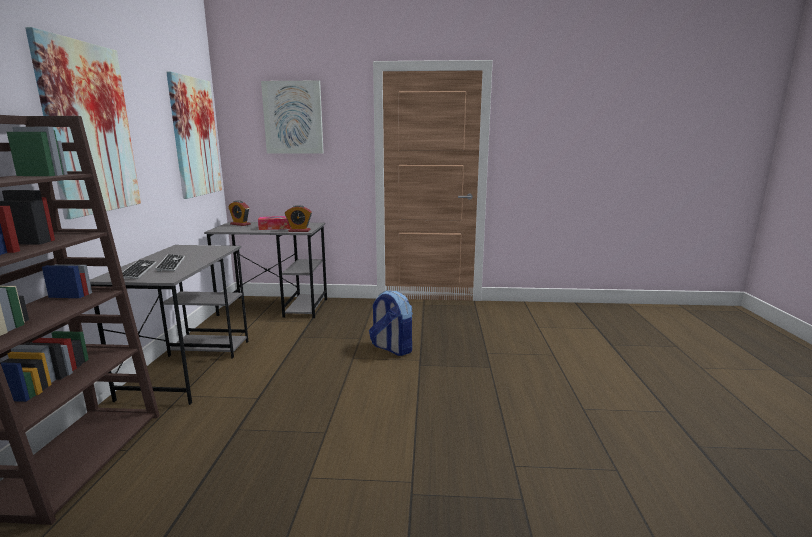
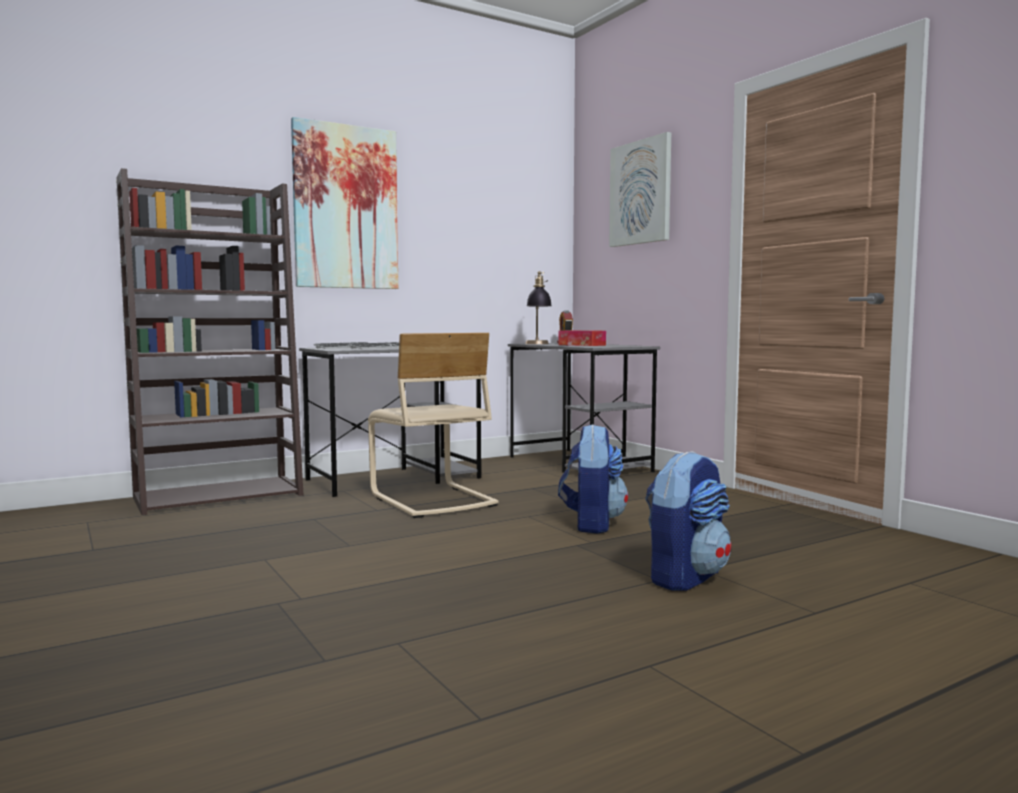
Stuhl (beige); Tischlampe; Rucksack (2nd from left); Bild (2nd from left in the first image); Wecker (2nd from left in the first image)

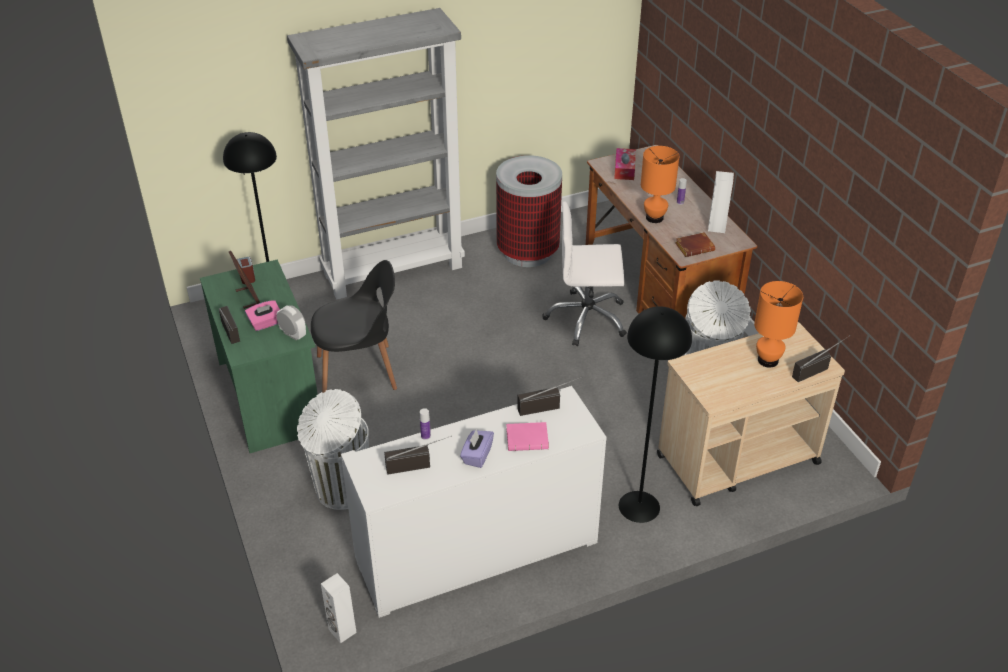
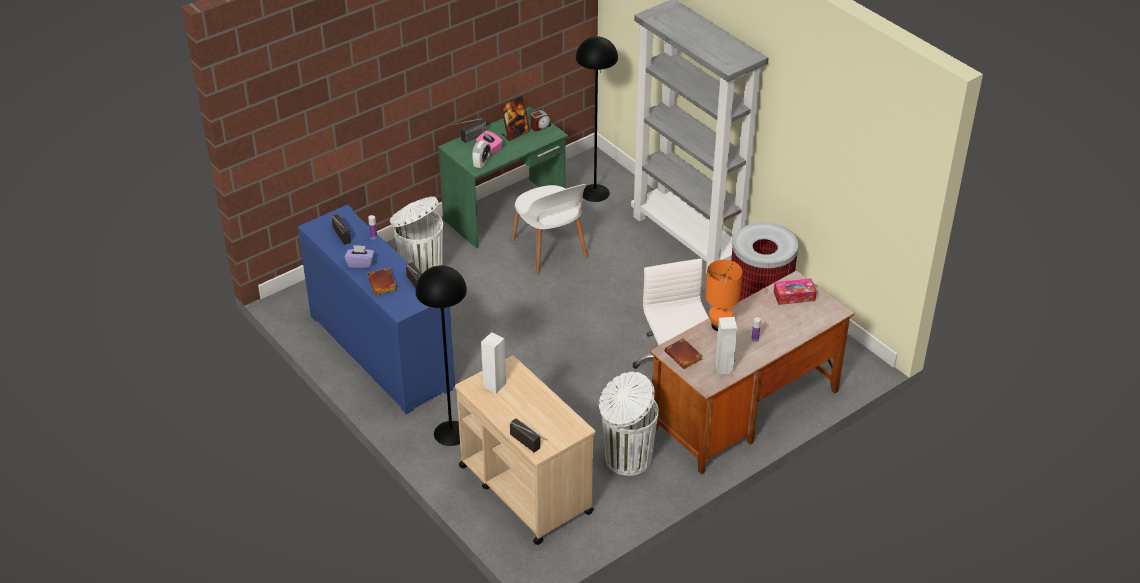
Schrank (blau); Buch (braun) (1st from left); Lautsprecher (weiß) (1st from left); Stuhl (weiß); Tischlampe (orange) (2nd from left in the first image)

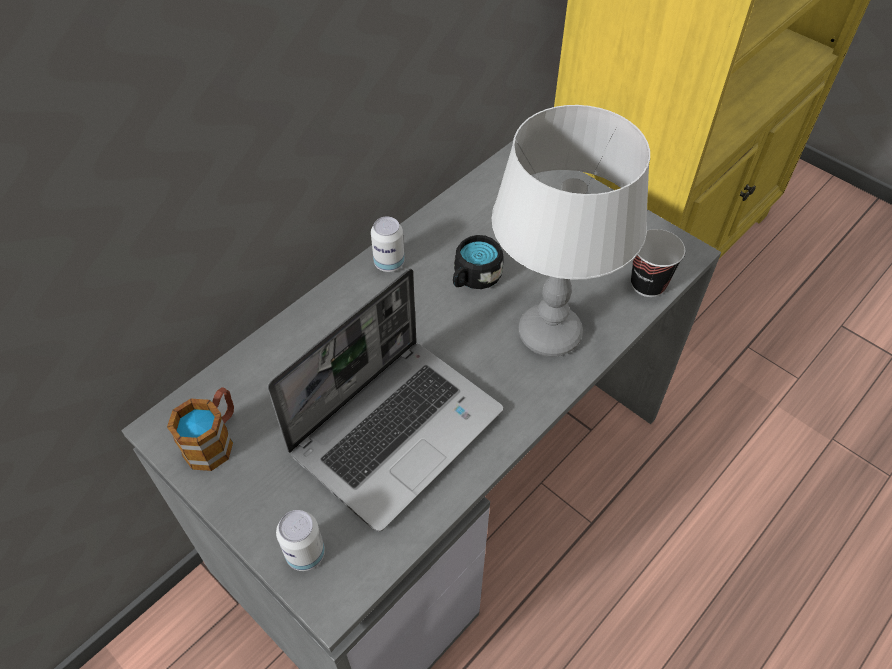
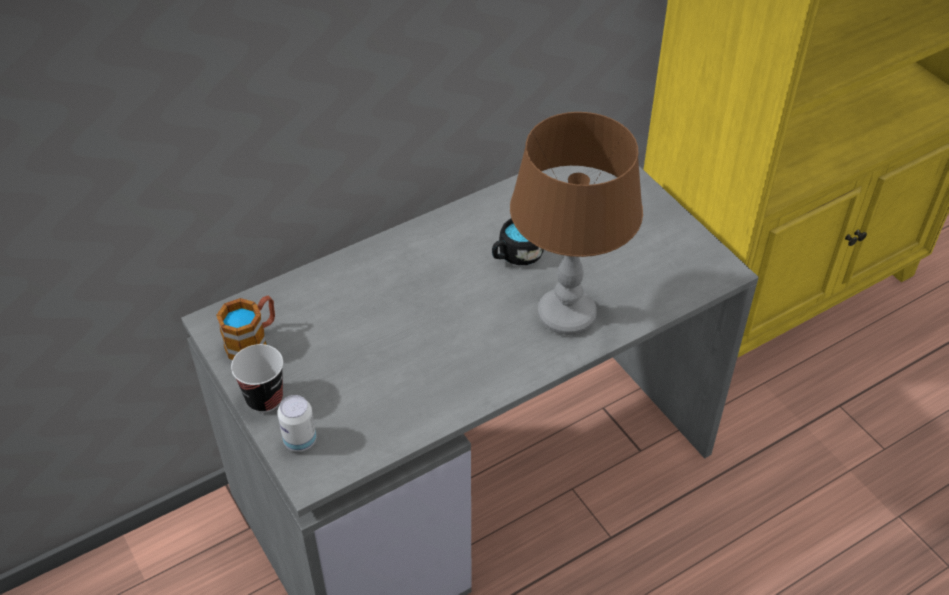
Tasse; Tischlampe (braun); Laptop; Dose (2nd from left in the first image)

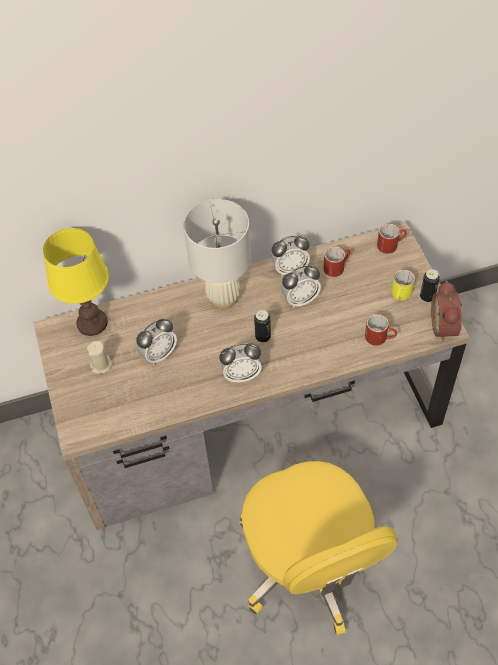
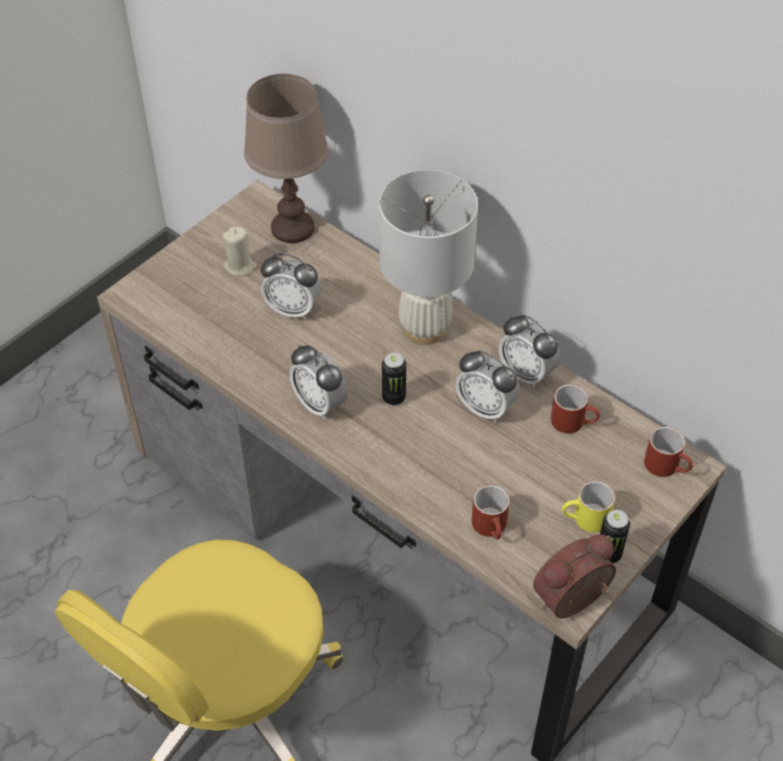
Tischlampe (braun)

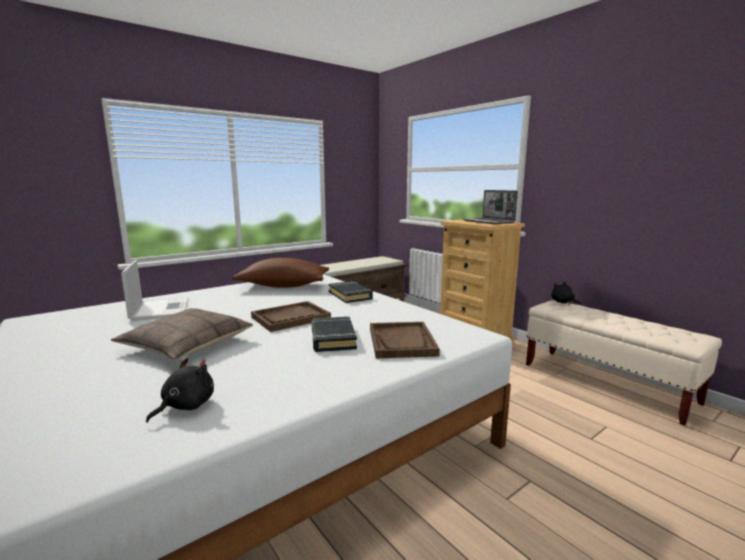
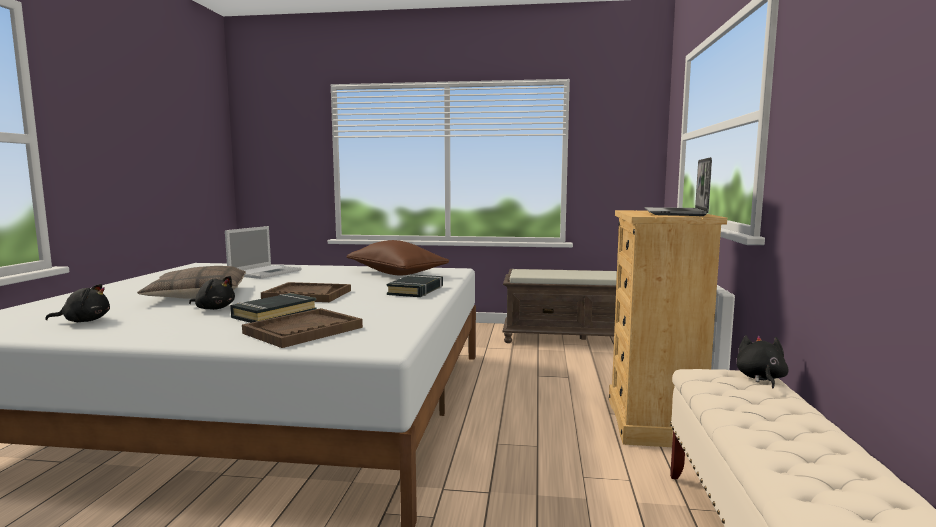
Plüschtier (schwarz) (2nd from left)

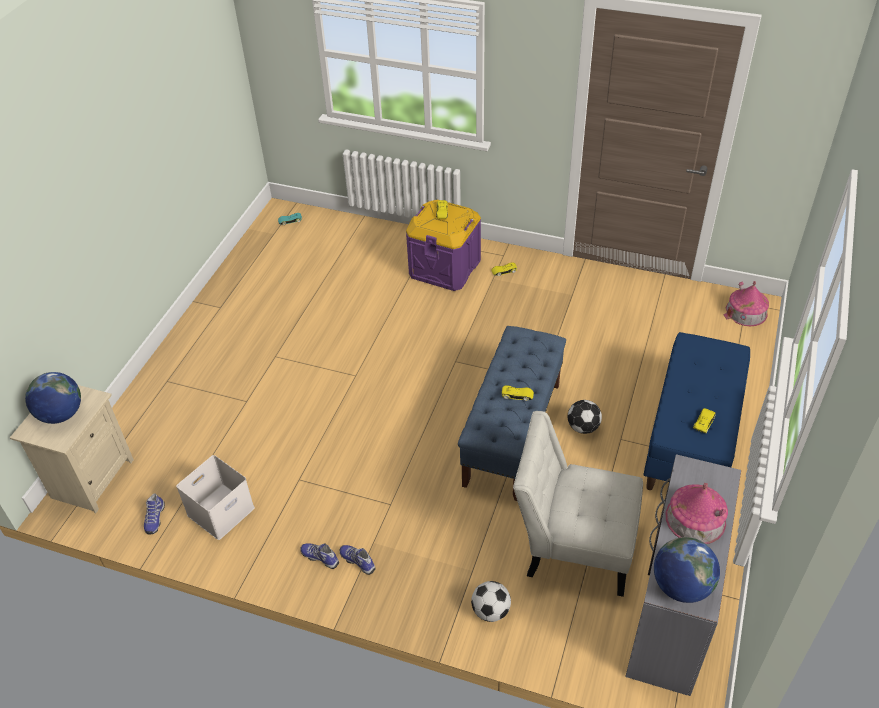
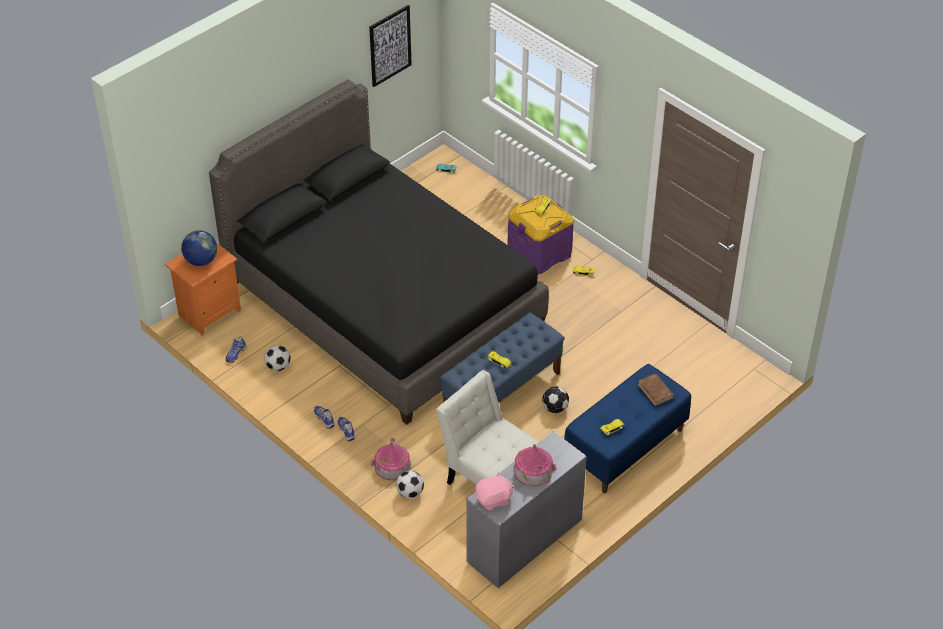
Nachttisch (orange); Bett (schwarz); Fußball (1st from left); Bild; Spielzeughaus (1st from left); Plüschtier (rosa); Buch (braun)

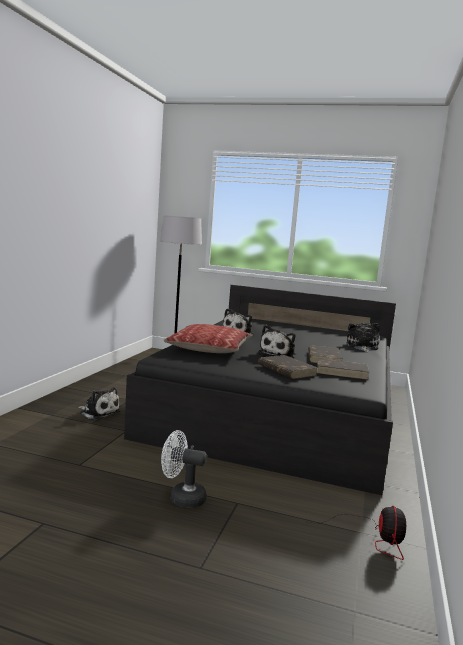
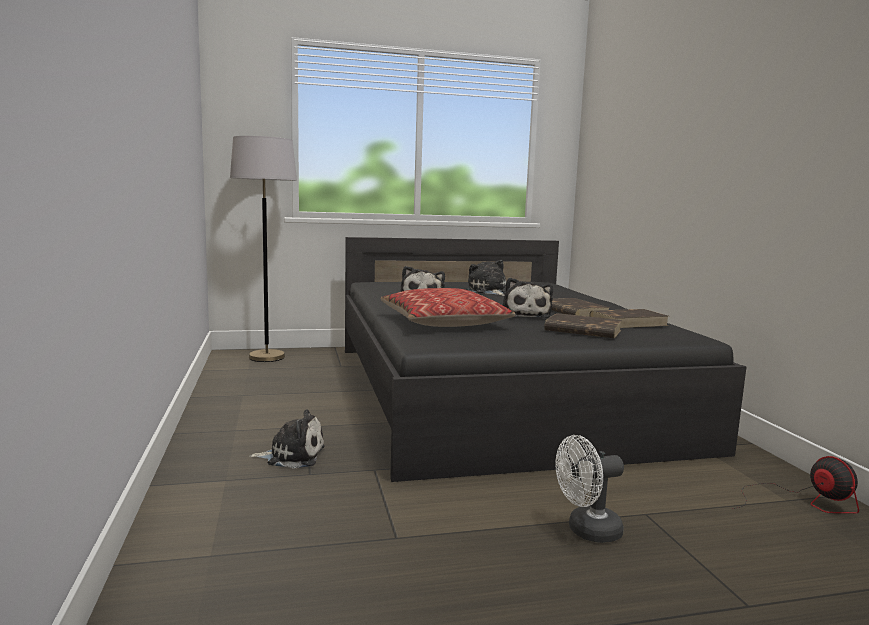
Plüschtier (3rd from left)

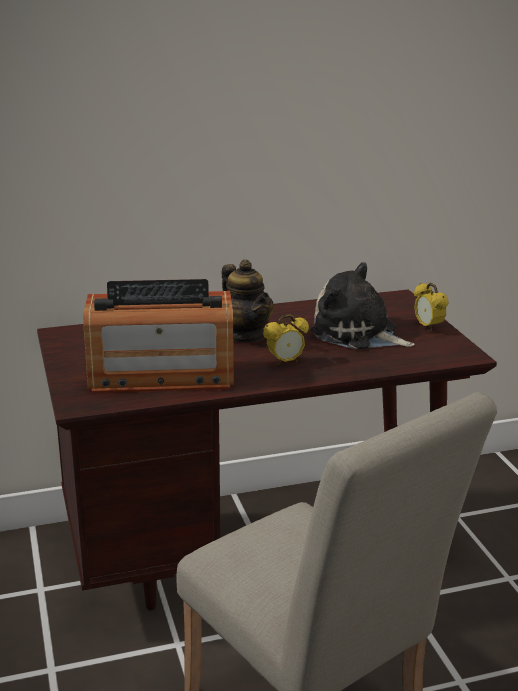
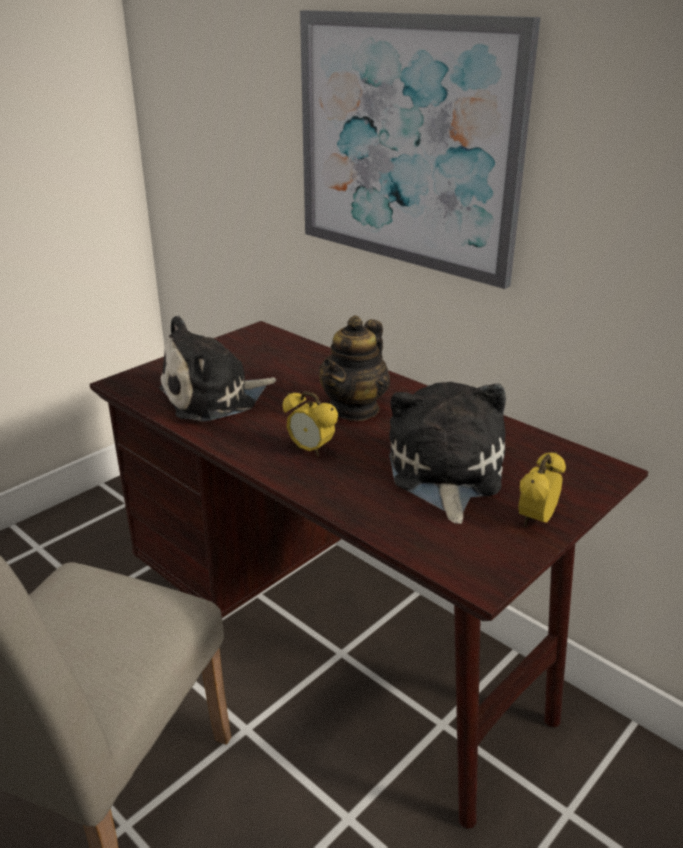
Plüschtier (1st from left); Bild

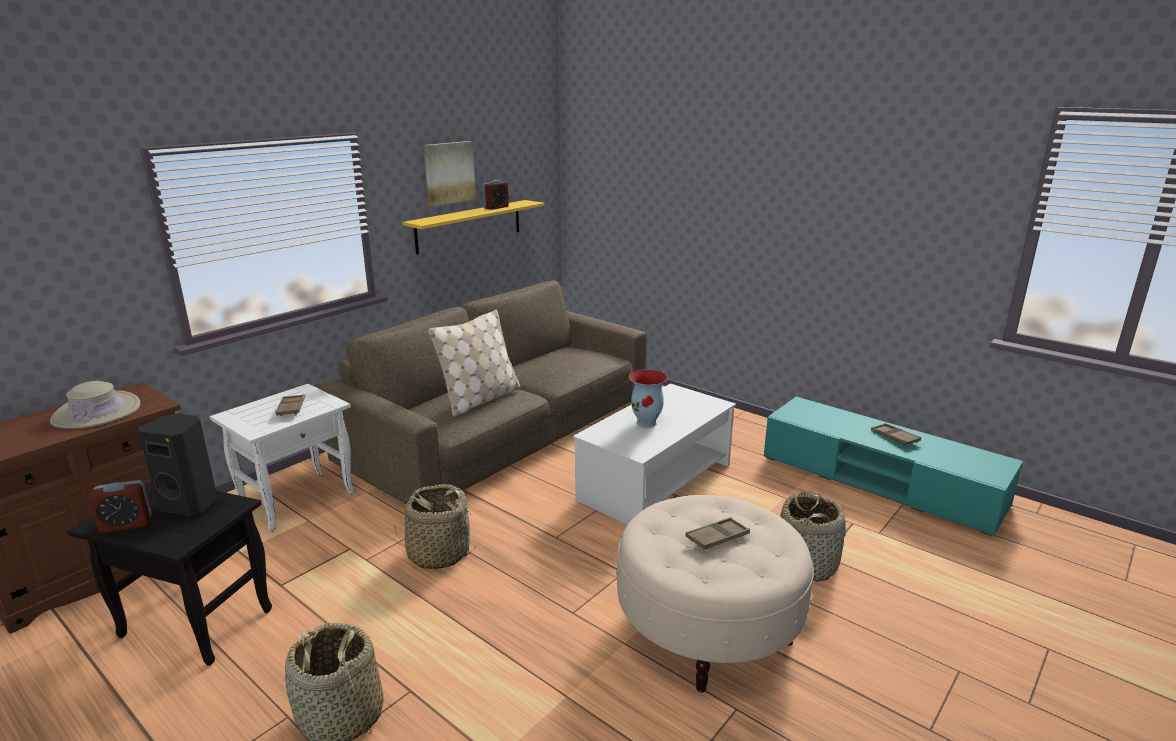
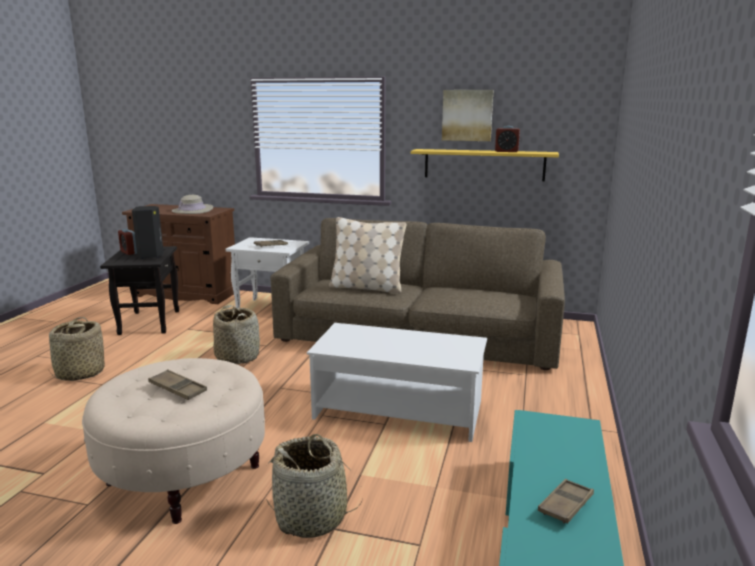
Vase

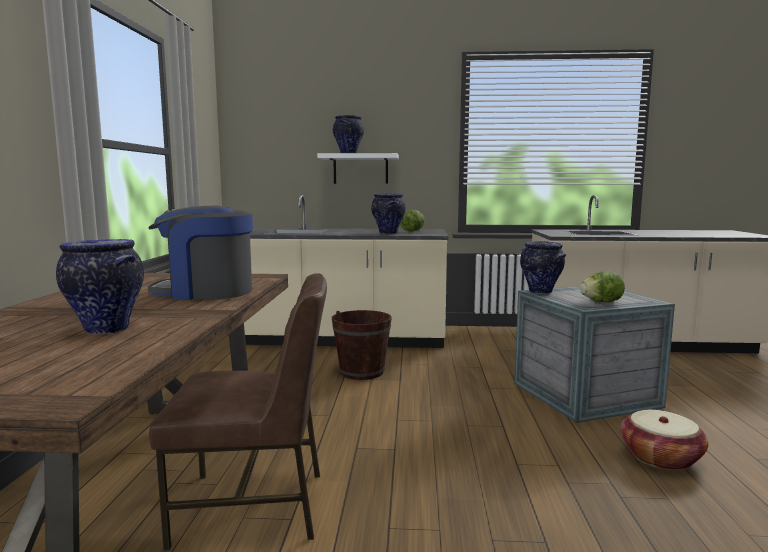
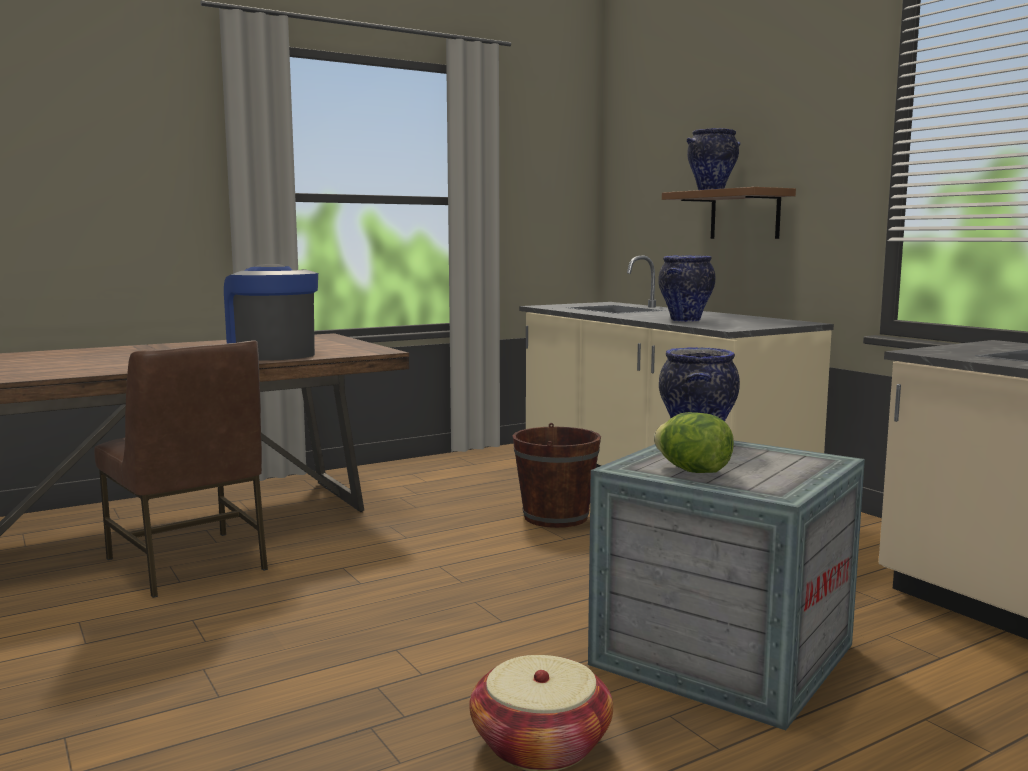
Wandregal (braun); Vase (1st from left in the first image); Salatkopf (1st from left in the first image)

